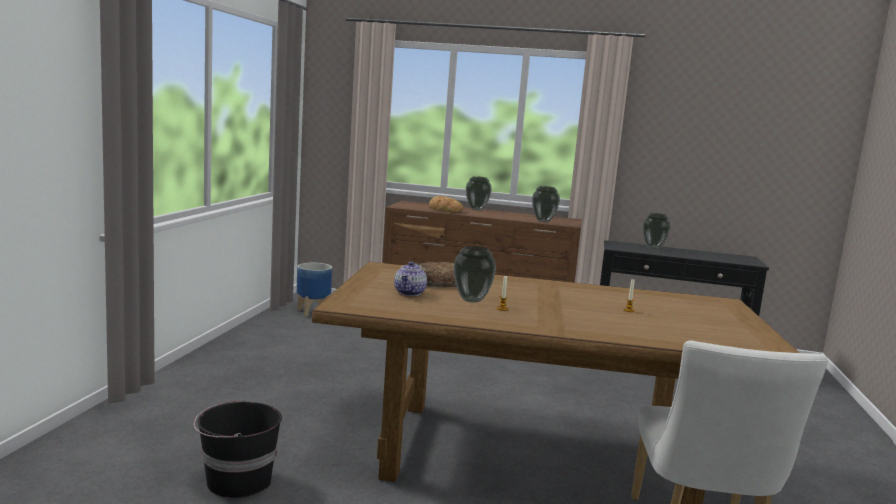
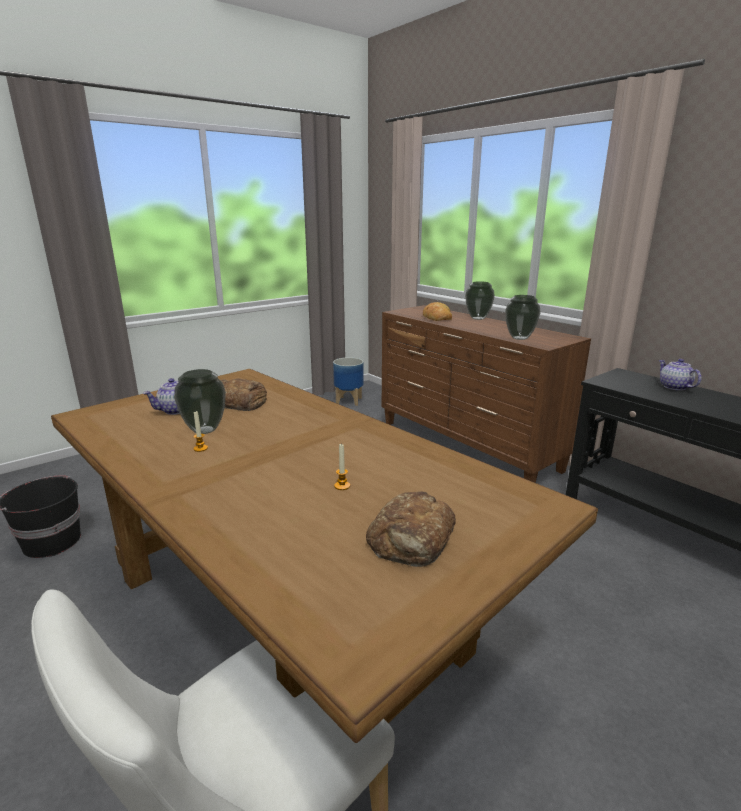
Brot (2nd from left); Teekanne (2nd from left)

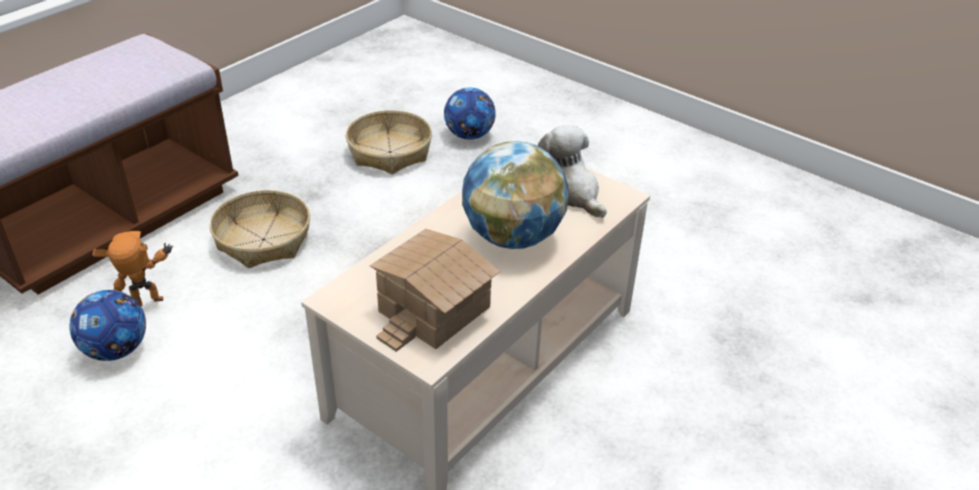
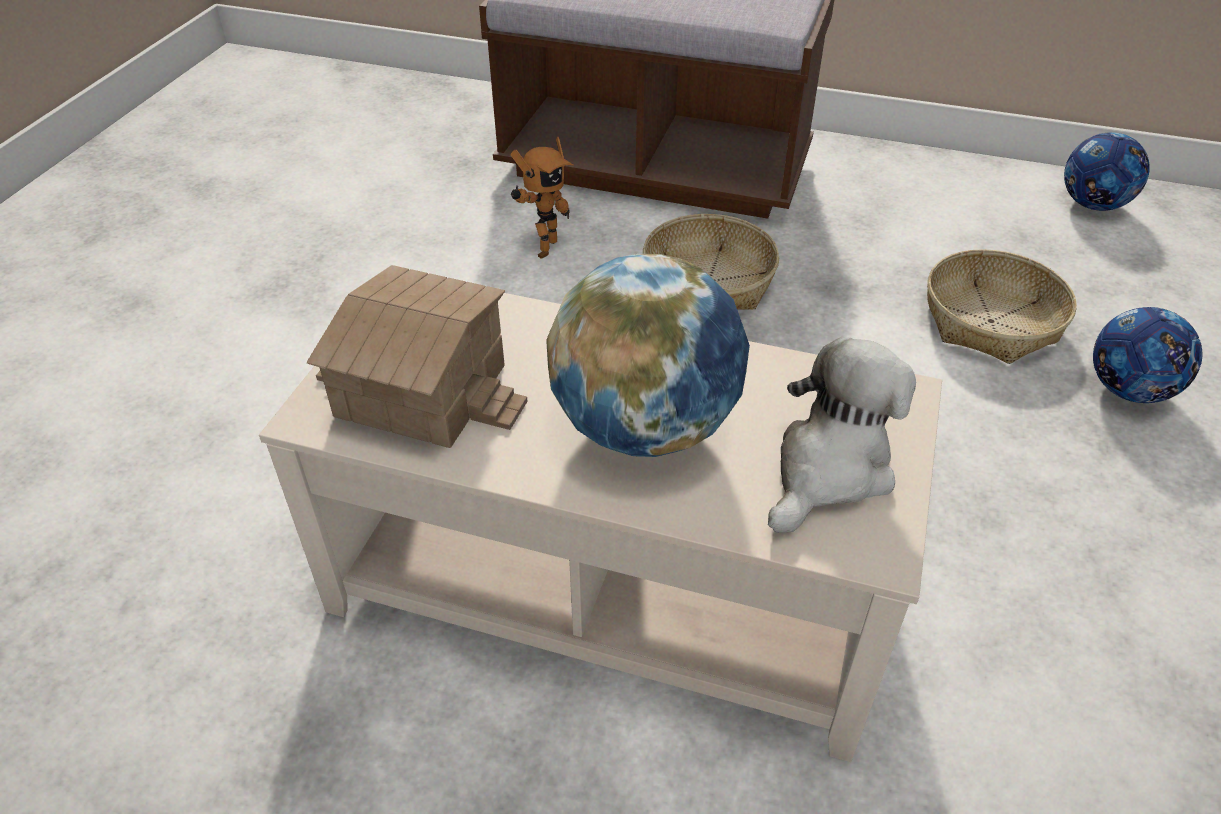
Spielzeugroboter; Fußball (1st from left)

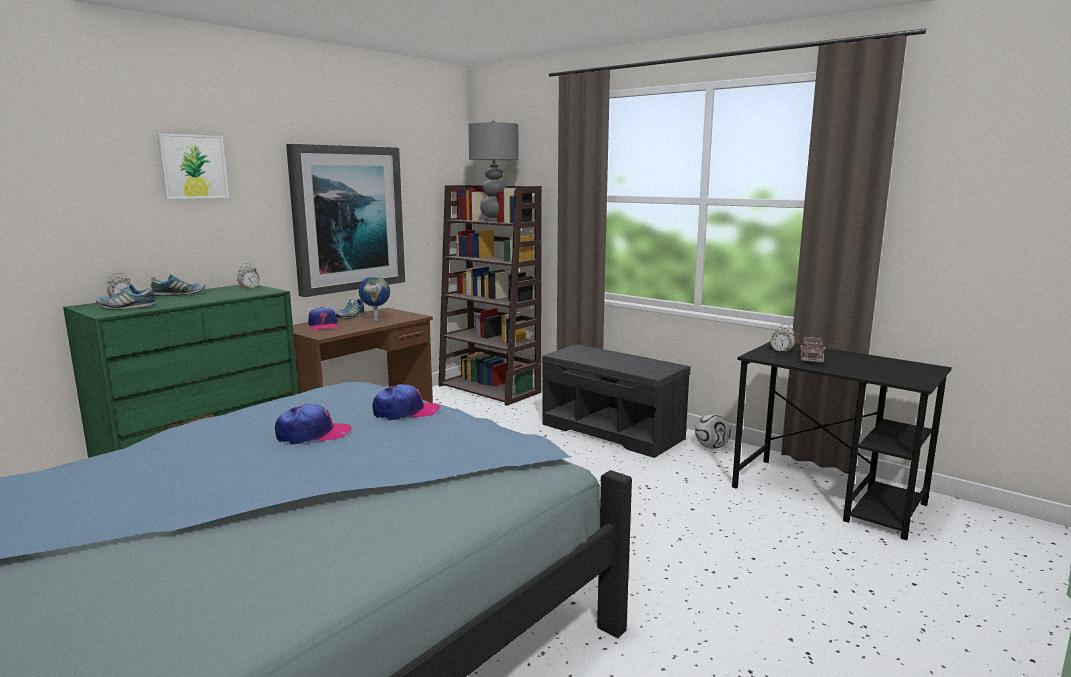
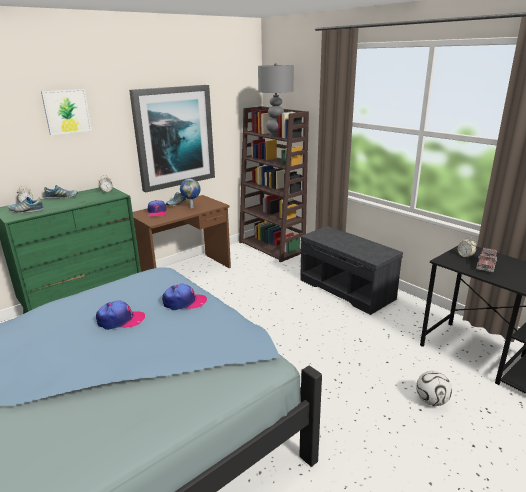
Fußball

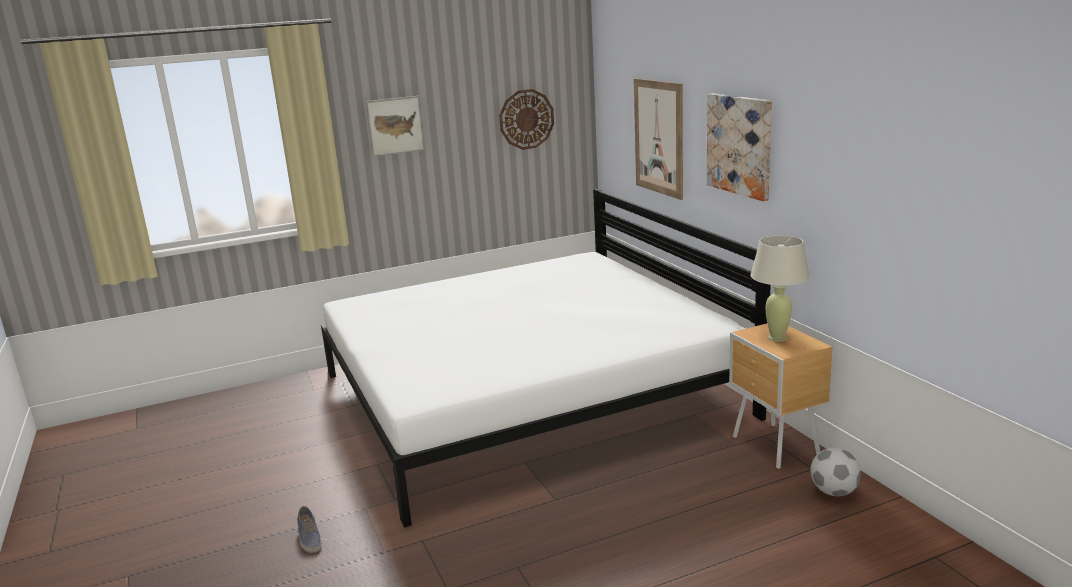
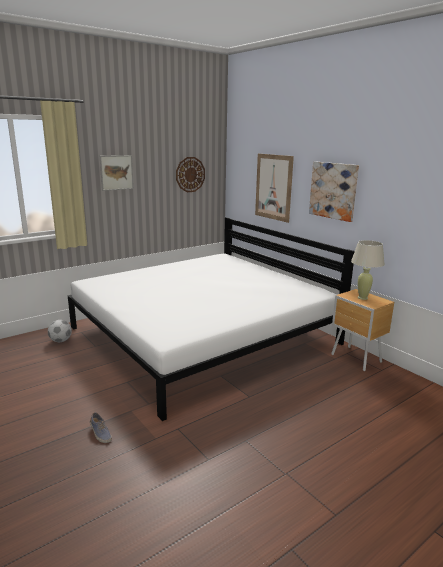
Fußball

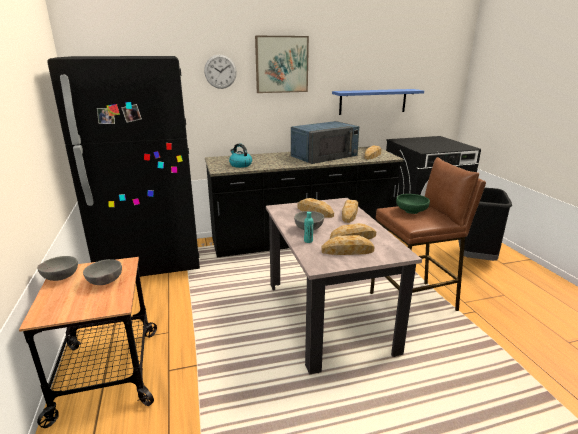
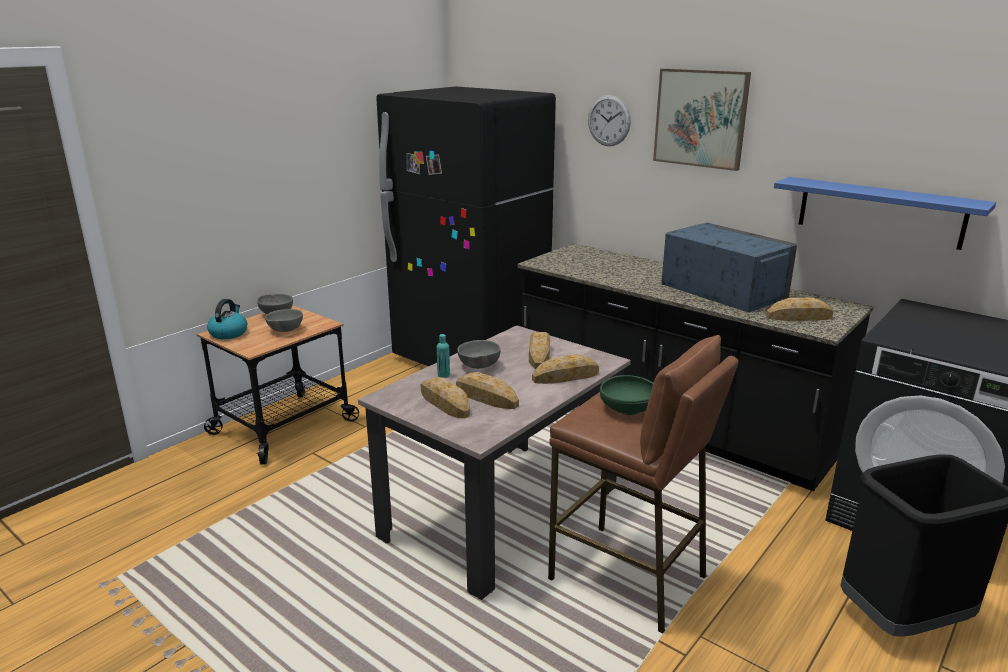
Wasserkessel; Mikrowelle (blau)

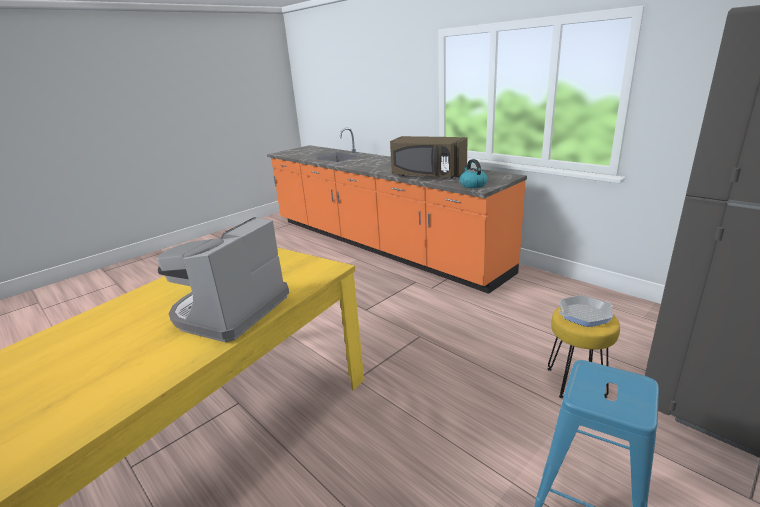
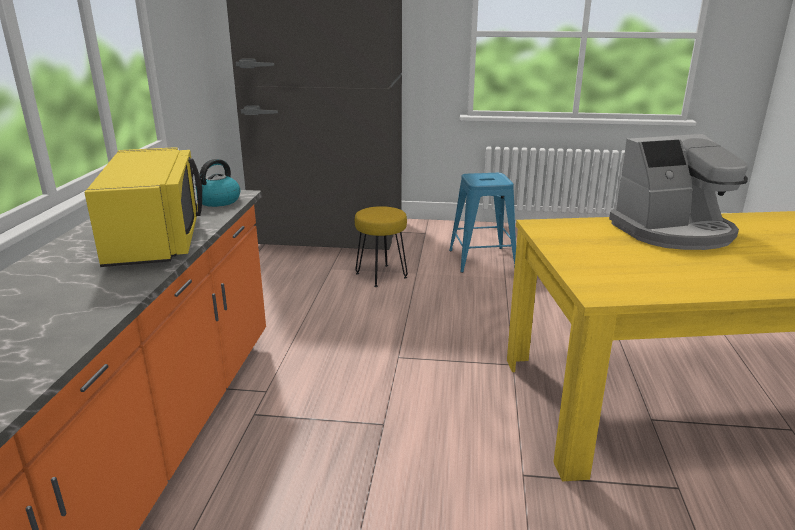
Mikrowelle (gelb); Pfanne

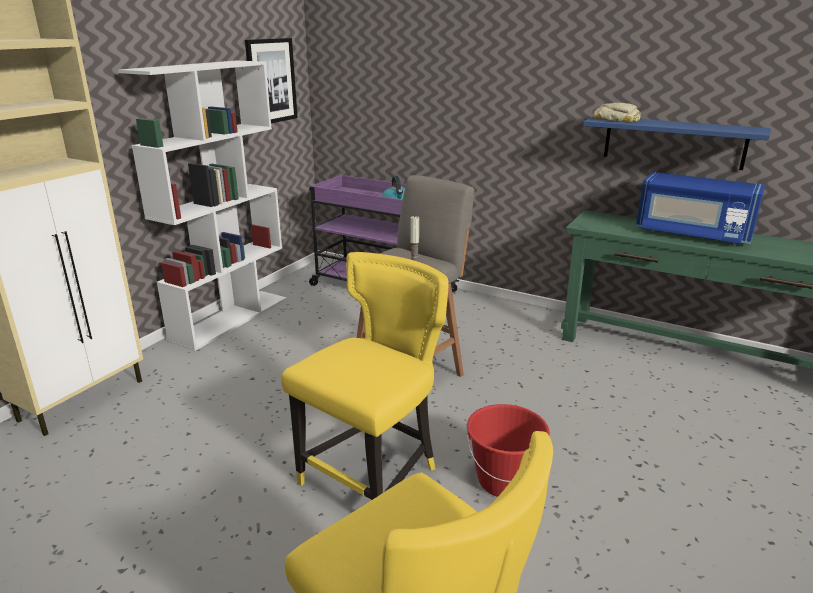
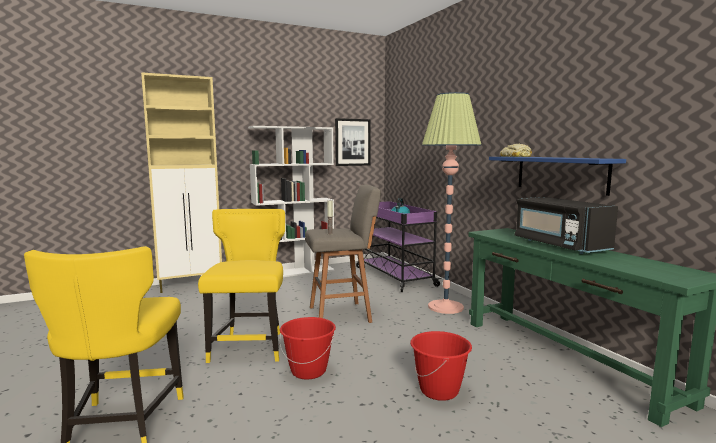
Stuhl (gelb) (2nd from left); Eimer (rot) (2nd from left); Stehlampe; Mikrowelle (schwarz)

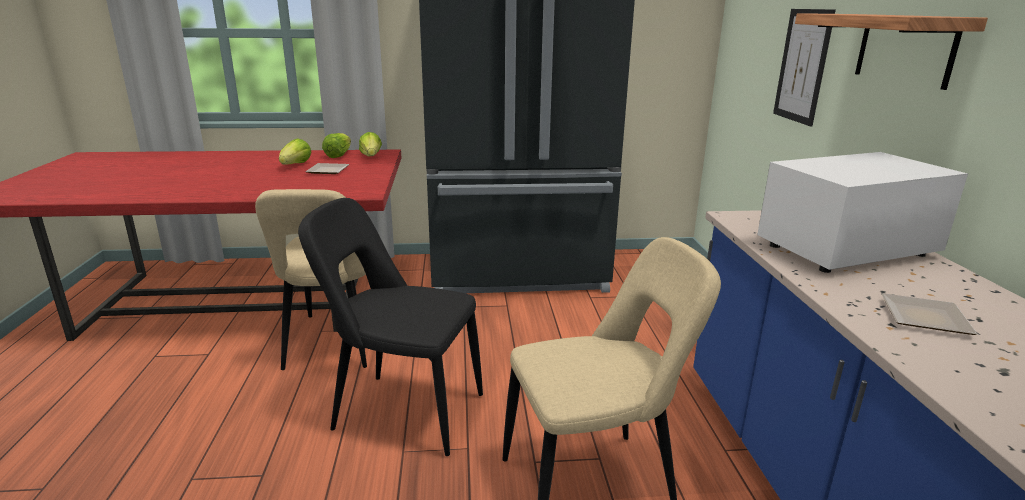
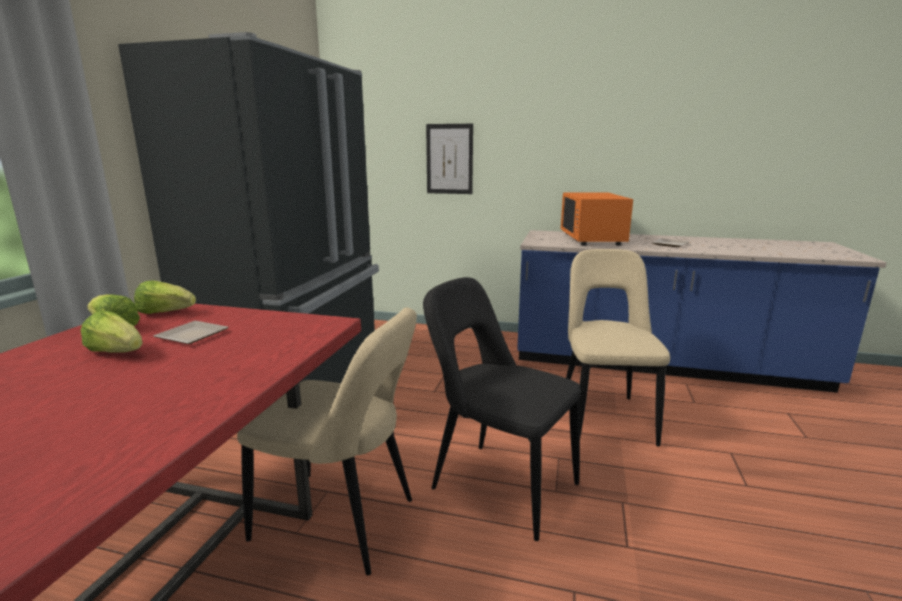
Stuhl (schwarz); Mikrowelle (orange); Wandregal

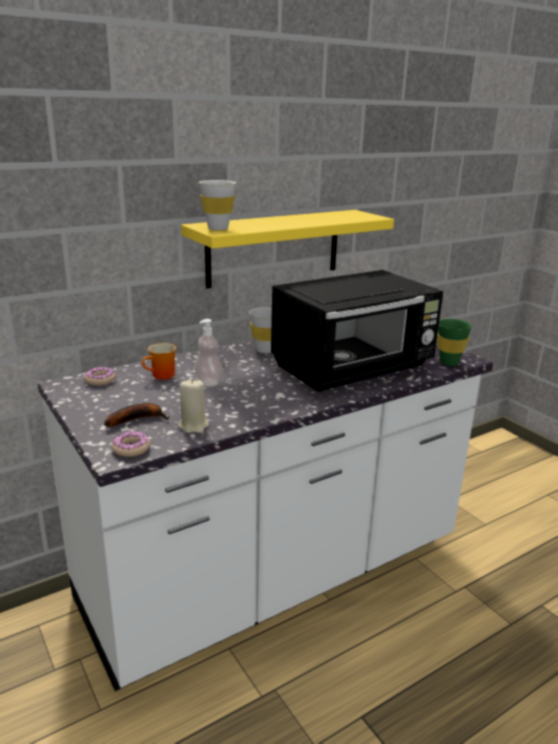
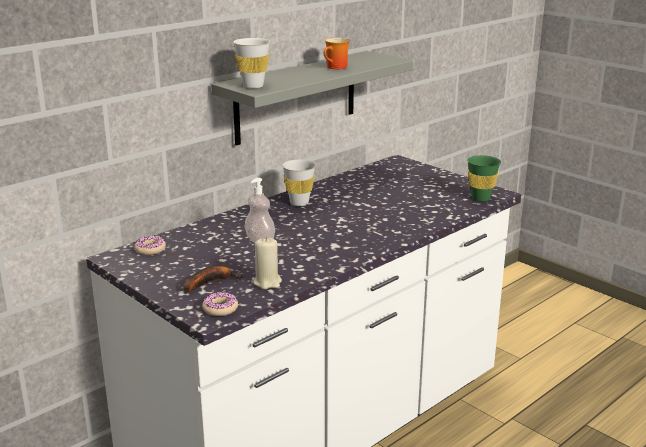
Wandregal (grau); Henkelbecher; Mikrowelle (schwarz)

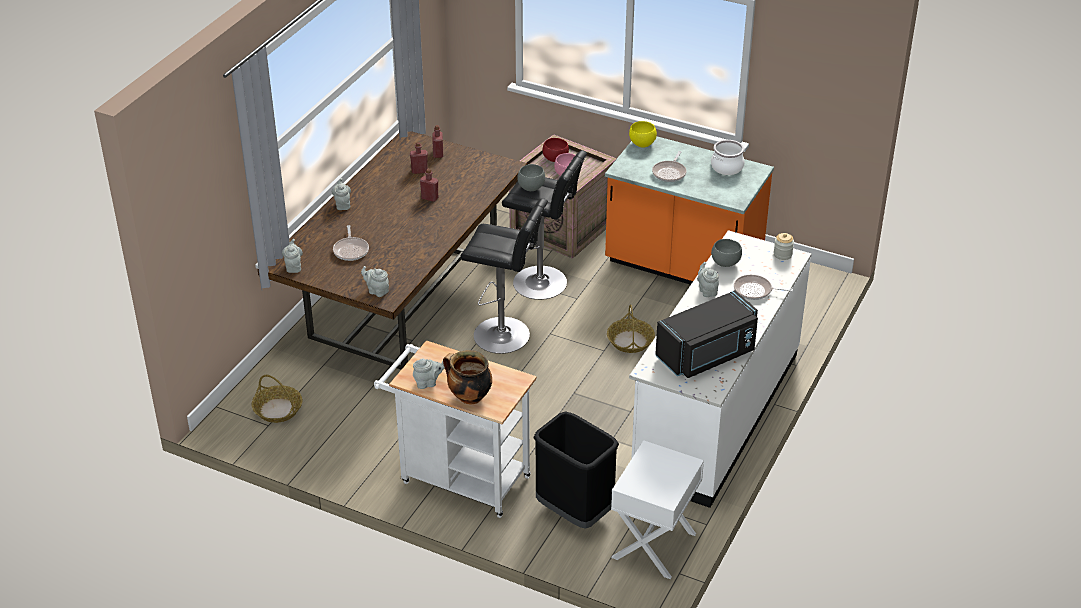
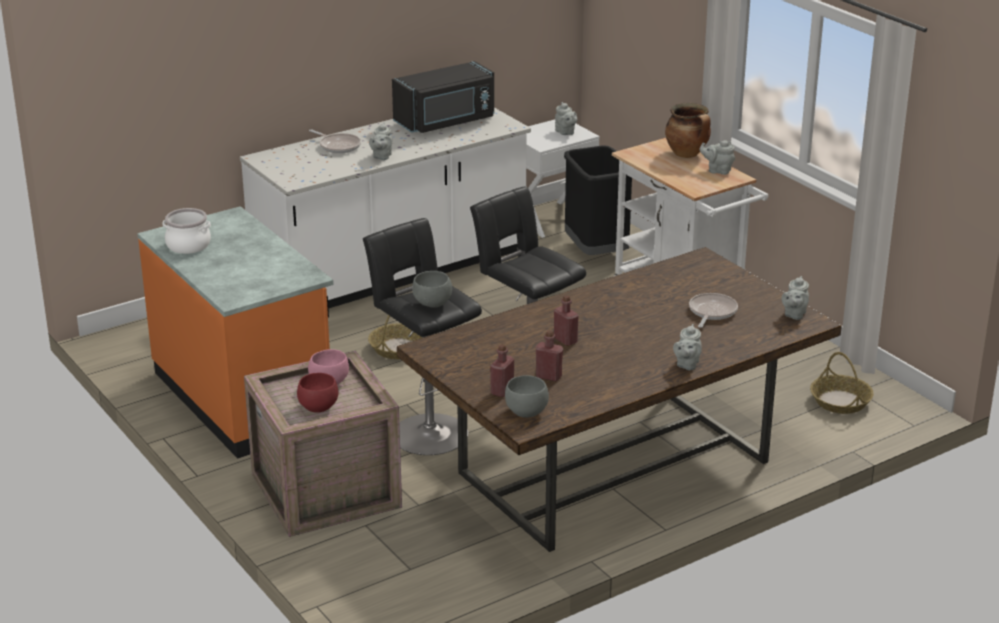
Mikrowelle (schwarz); Schüssel (grau) (2nd from left); Teekanne (grau) (2nd from left); Schüssel (gelb); Pfanne (2nd from left in the first image); Vorratsglas

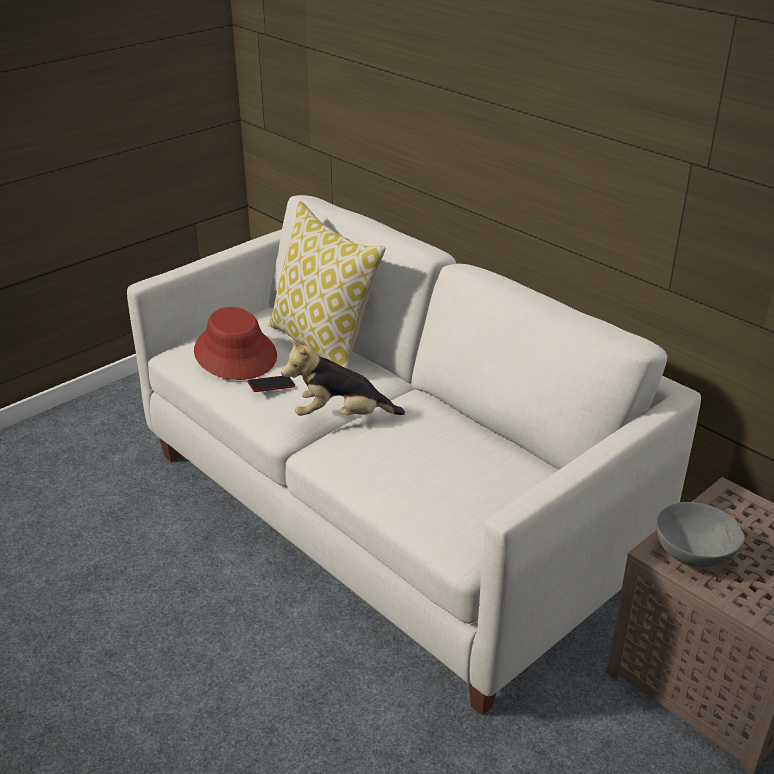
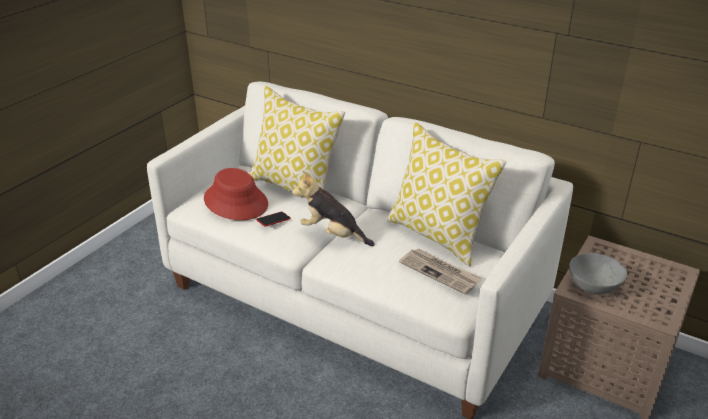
Plüschtier; Kissen (2nd from left); Zeitung

